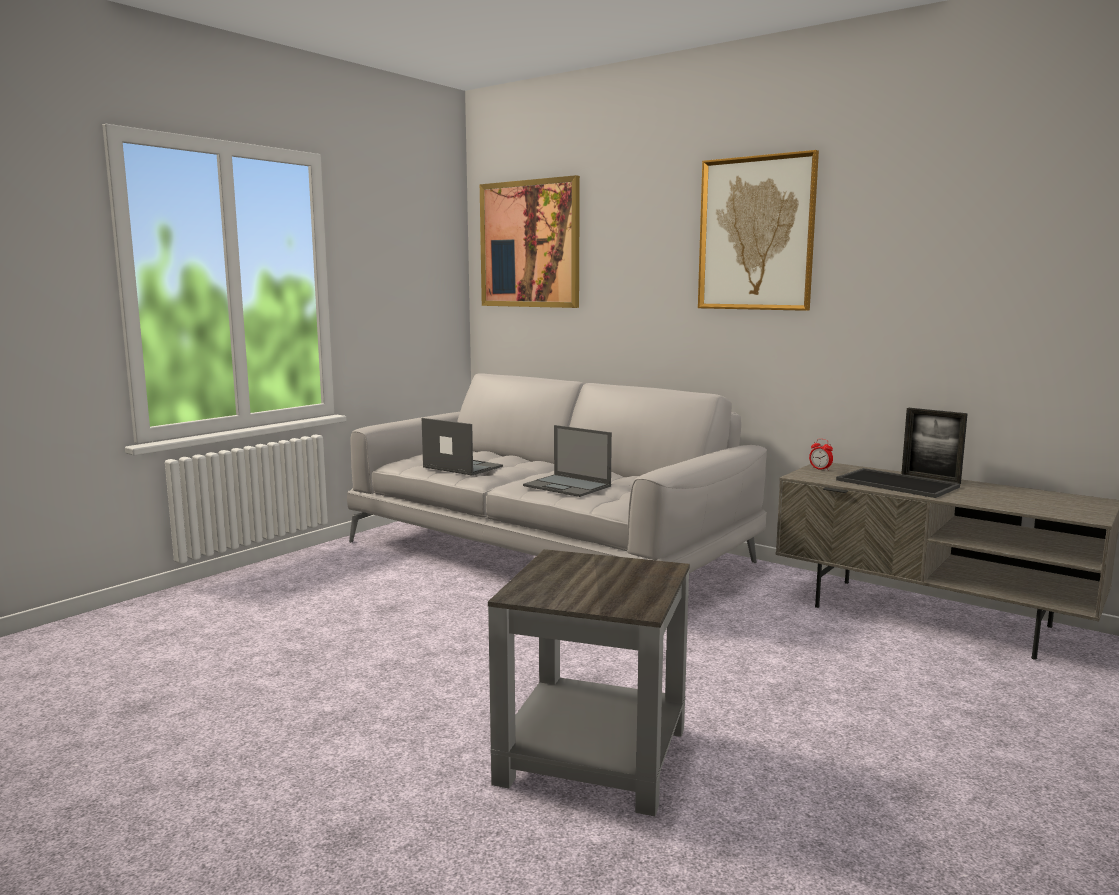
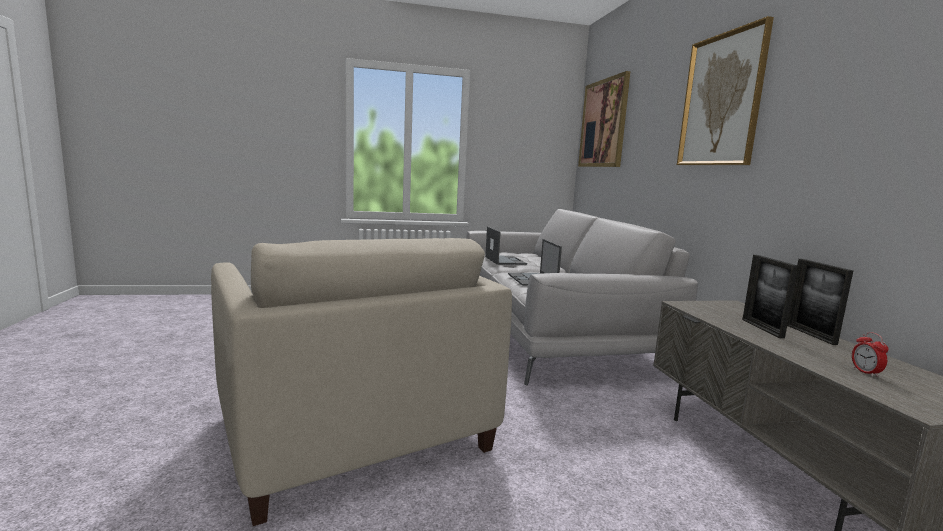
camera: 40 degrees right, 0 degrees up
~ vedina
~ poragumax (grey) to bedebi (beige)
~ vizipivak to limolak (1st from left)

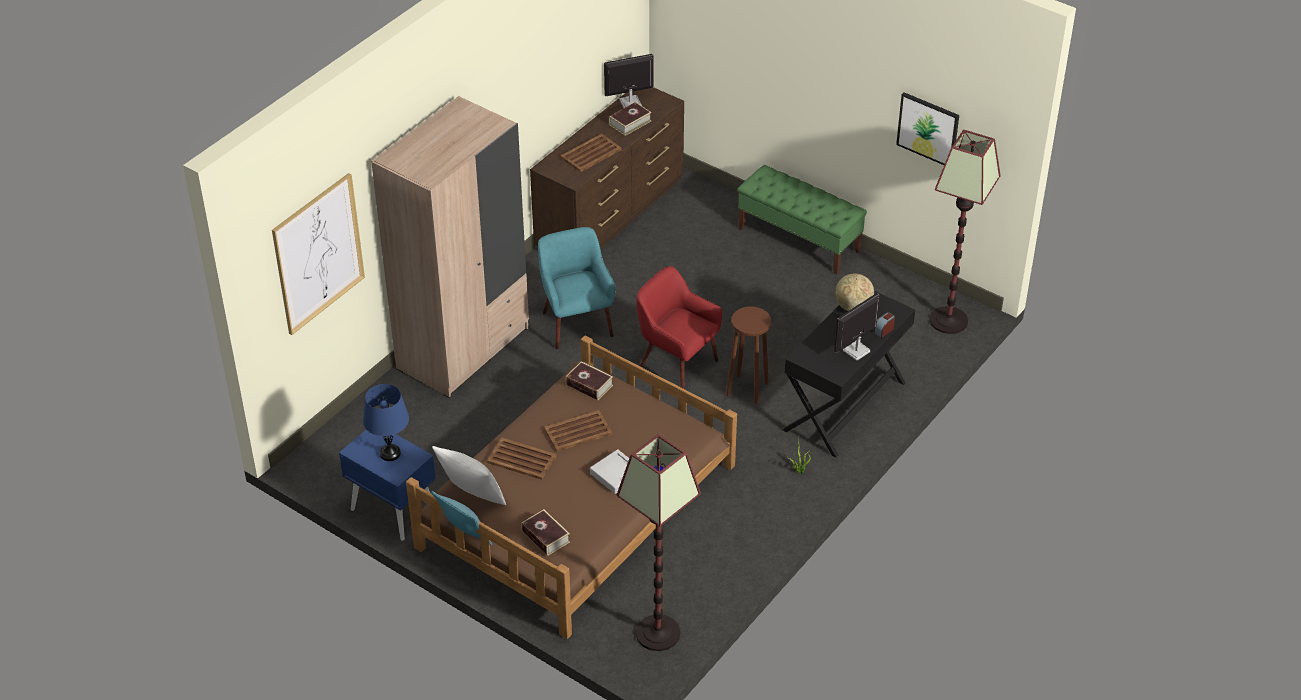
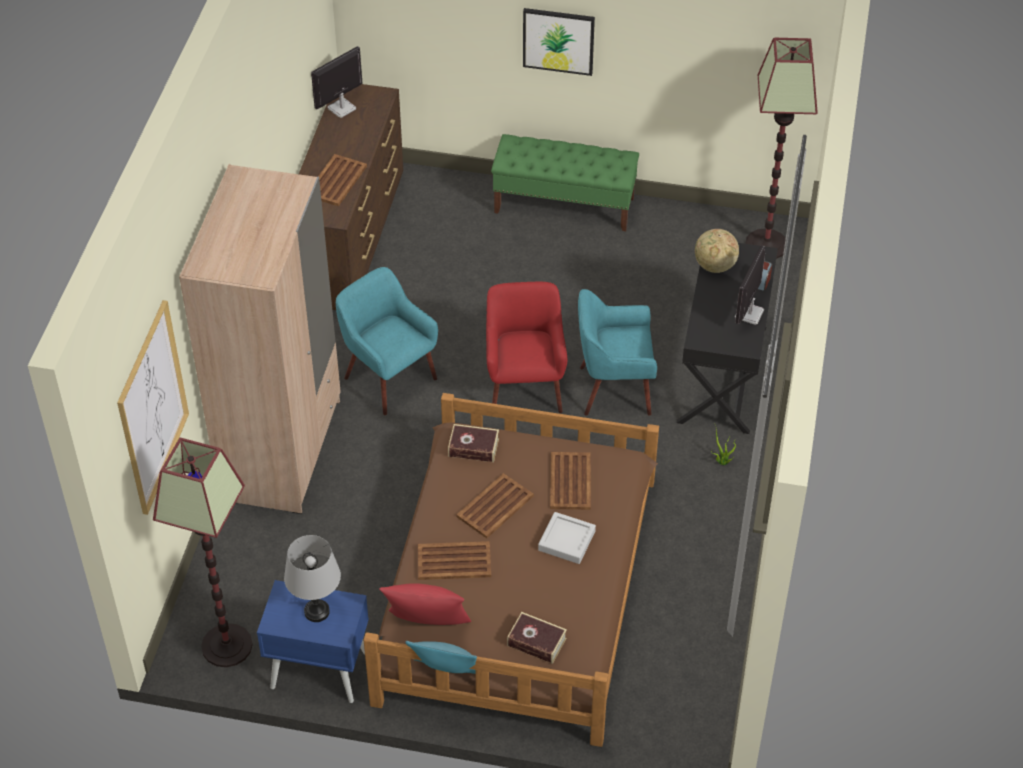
camera: 25 degrees left, 5 degrees up
- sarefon (3rd from left)
+ vizipivak (brown) (4th from left)
~ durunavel (1st from left)
~ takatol (2nd from left)
~ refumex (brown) to bedebi (turquoise) (2nd from left)
~ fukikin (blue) to fukikin (grey)
~ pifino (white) to pifino (red)
~ bedebi (red) 75 degrees clockwise

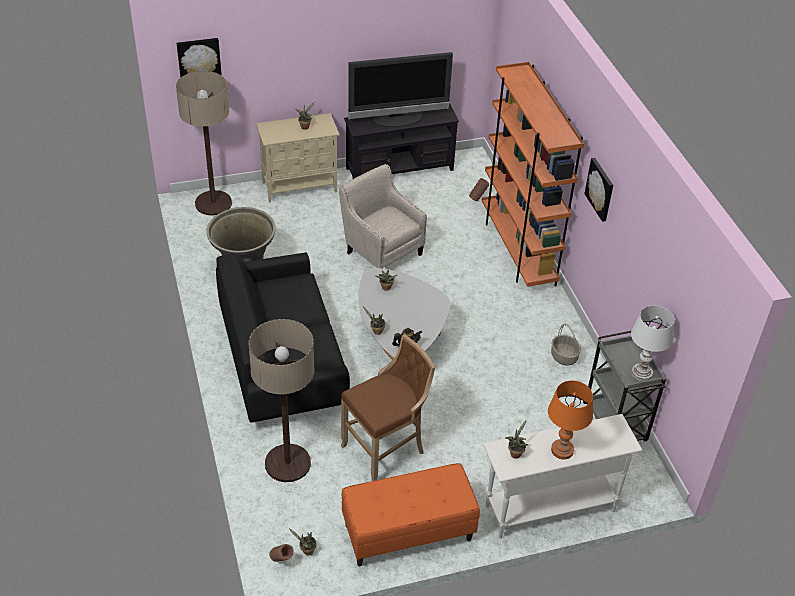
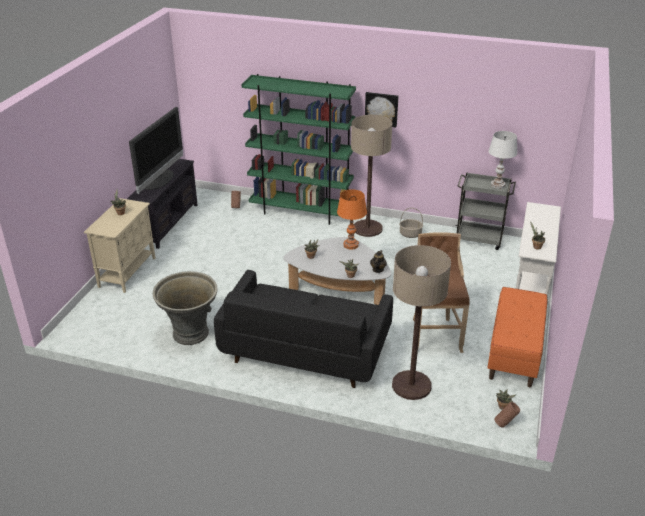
camera: 55 degrees left, 10 degrees down
- takatol (1st from left)
- bedebi (beige)
~ durunavel (1st from left)
~ fukikin (orange)
~ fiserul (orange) to fiserul (green)

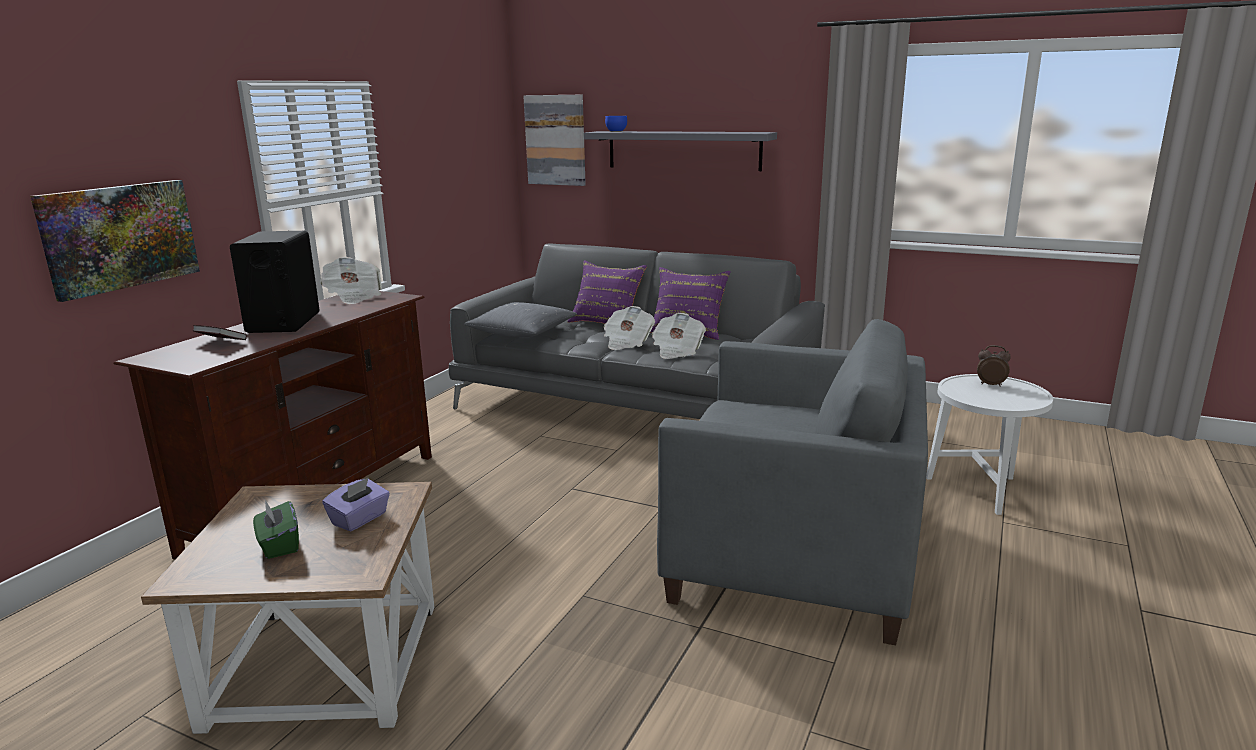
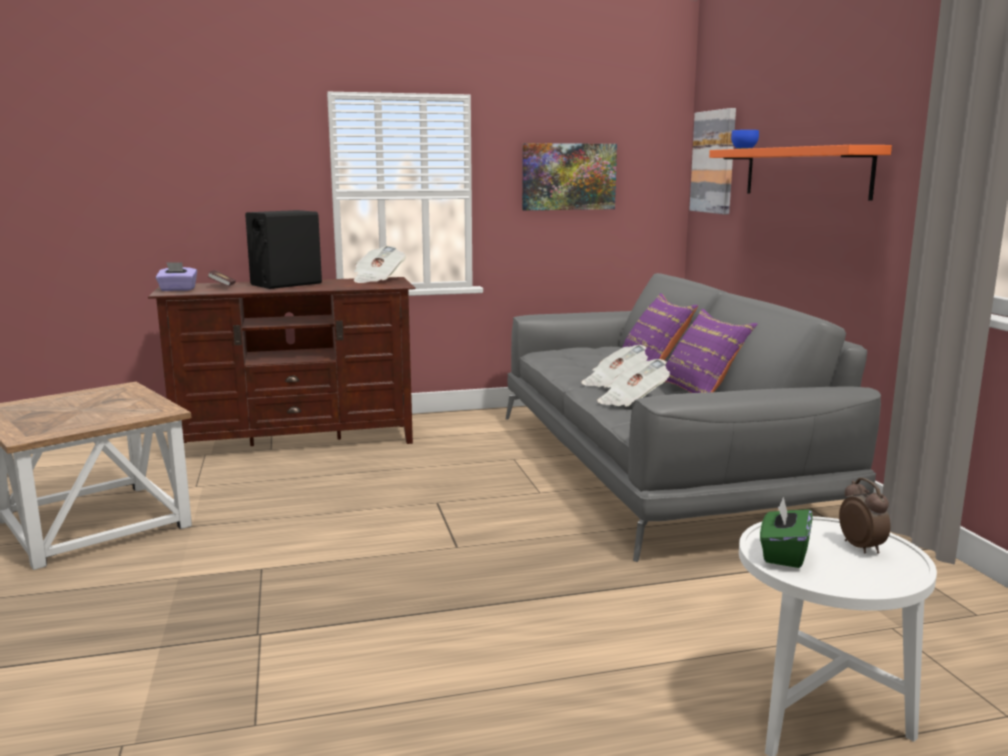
camera: 50 degrees right, 5 degrees down
- pifino (grey)
- bedebi (grey)
~ takatol (1st from left)
~ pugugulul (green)
~ pugugulul (purple)
~ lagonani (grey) to lagonani (orange)

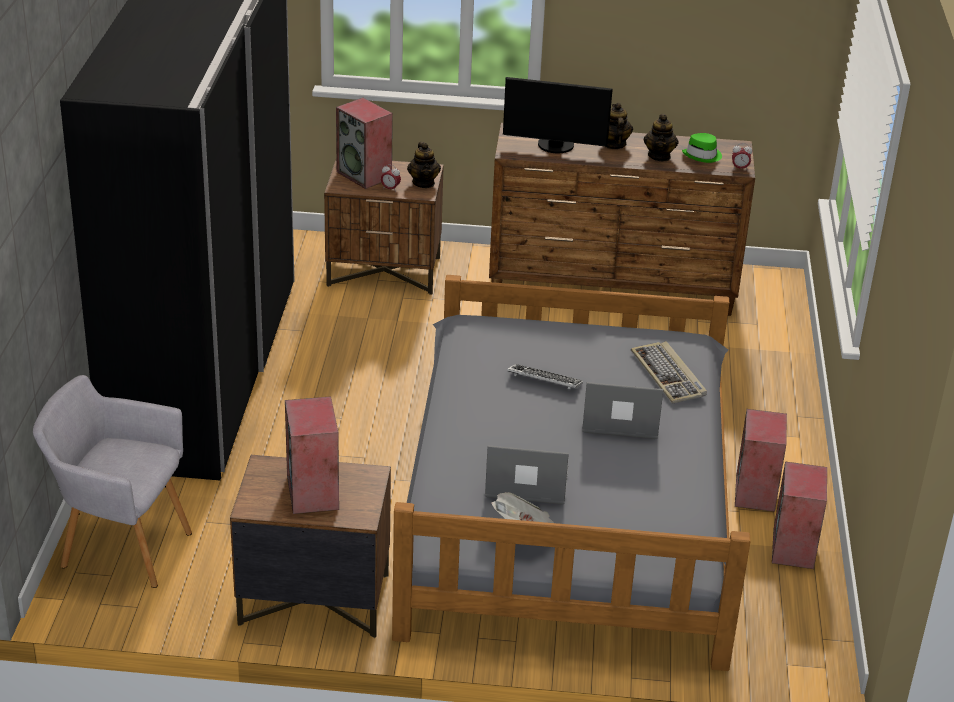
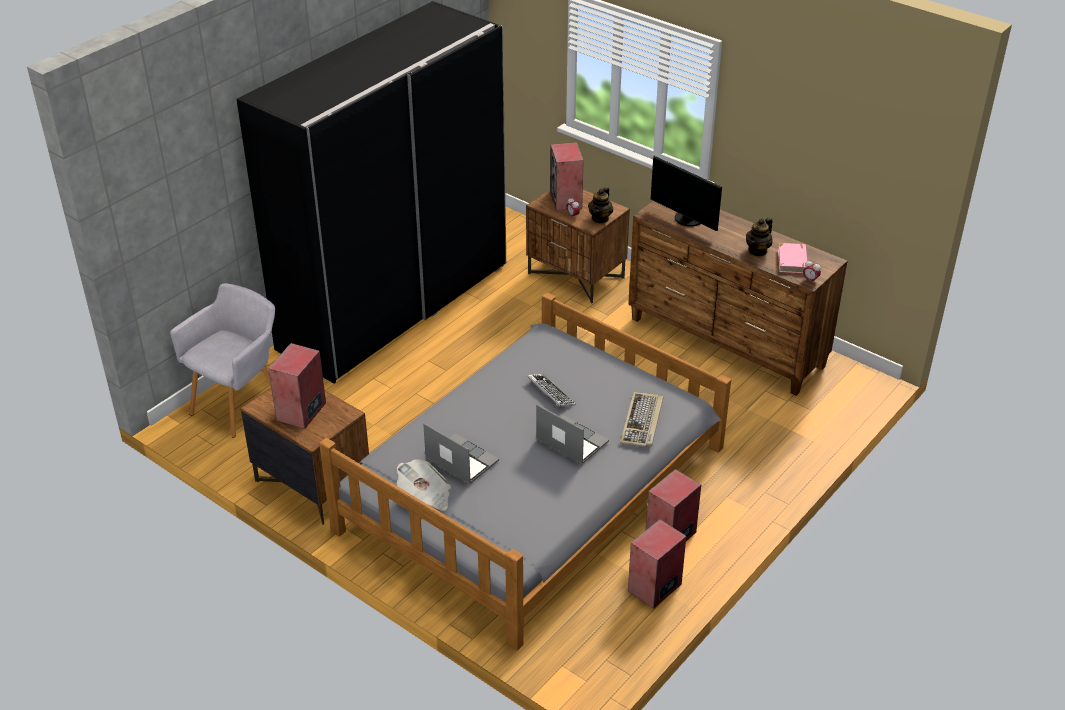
camera: 35 degrees right, 5 degrees up
- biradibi (2nd from left)
~ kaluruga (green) to sarefon (pink)
~ bedebi (grey) 75 degrees clockwise

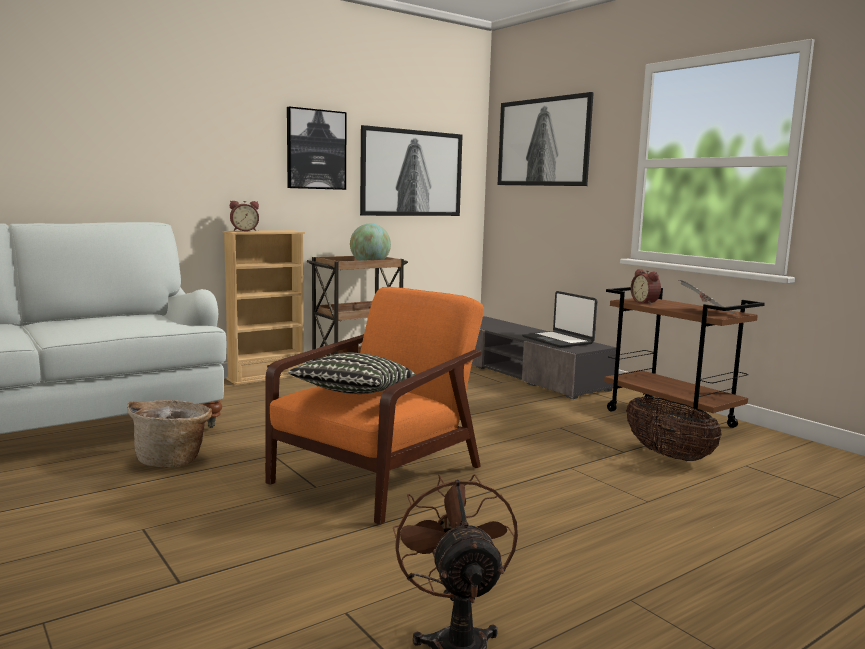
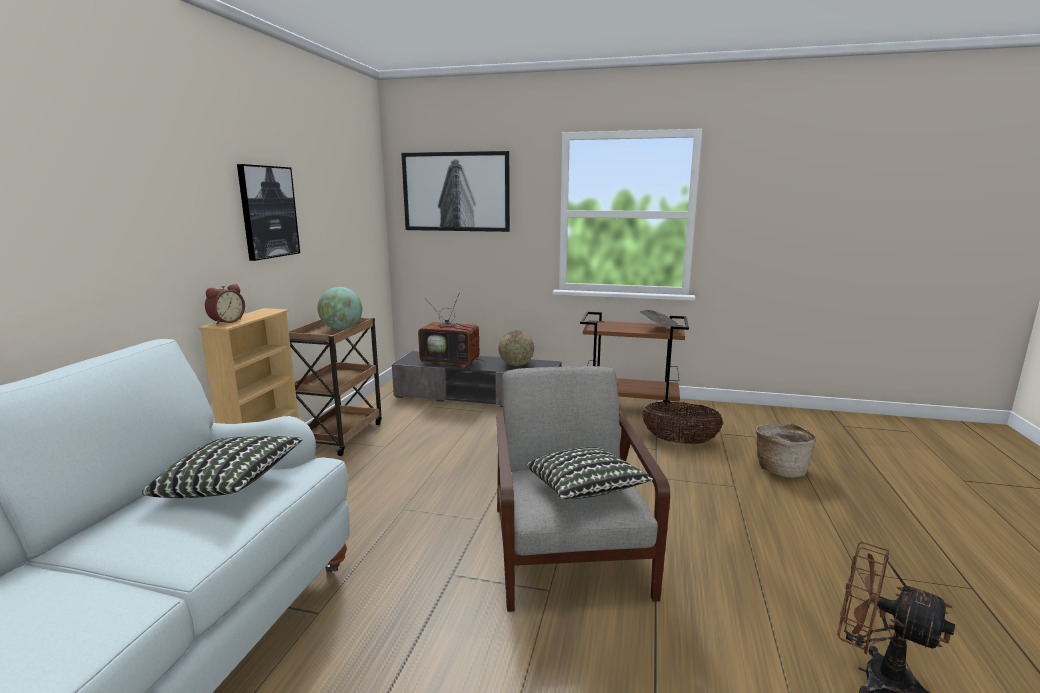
camera: 40 degrees left, 5 degrees up
- takatol (2nd from left)
- vedina (2nd from left)
+ pifino (1st from left)
+ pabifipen
~ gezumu (1st from left in the first image) to gezumu (2nd from left)
~ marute to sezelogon (2nd from left)
~ bedebi (orange) to bedebi (grey)

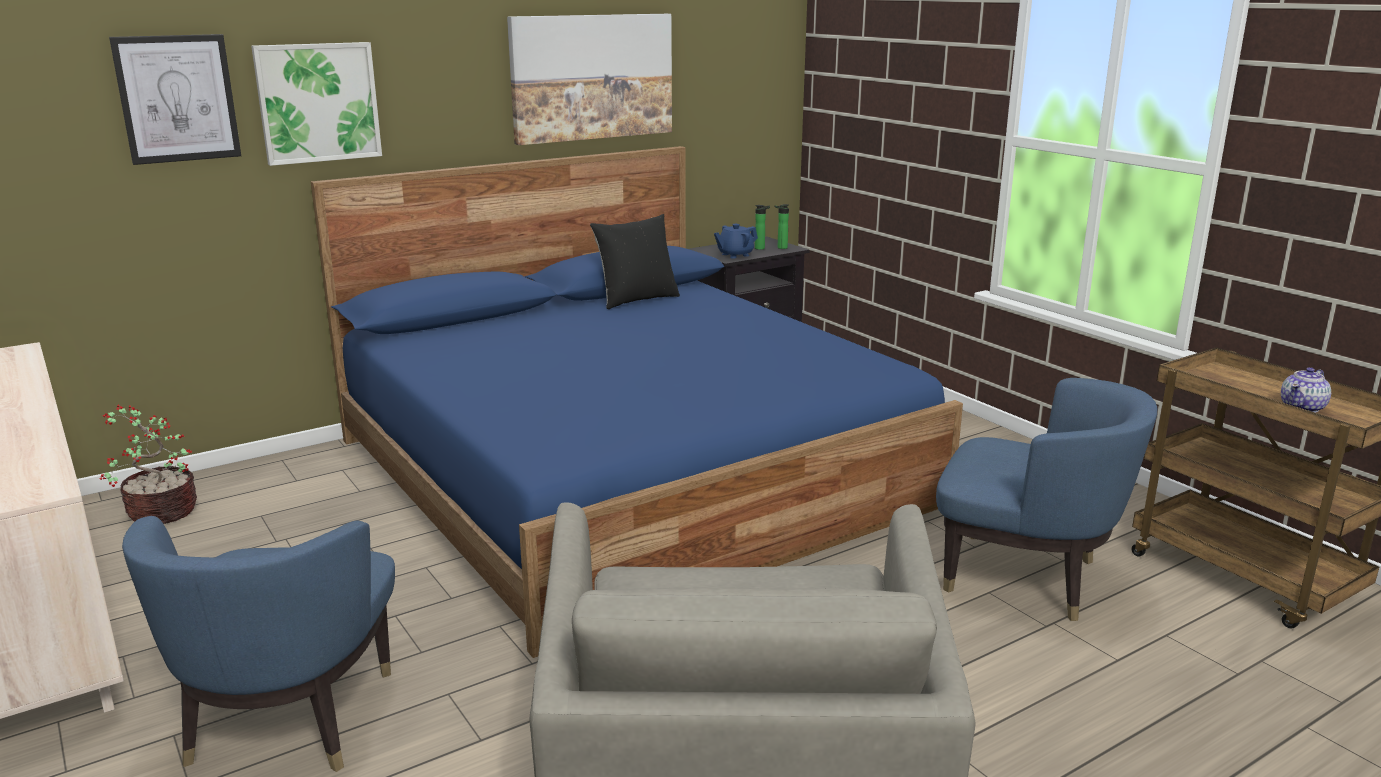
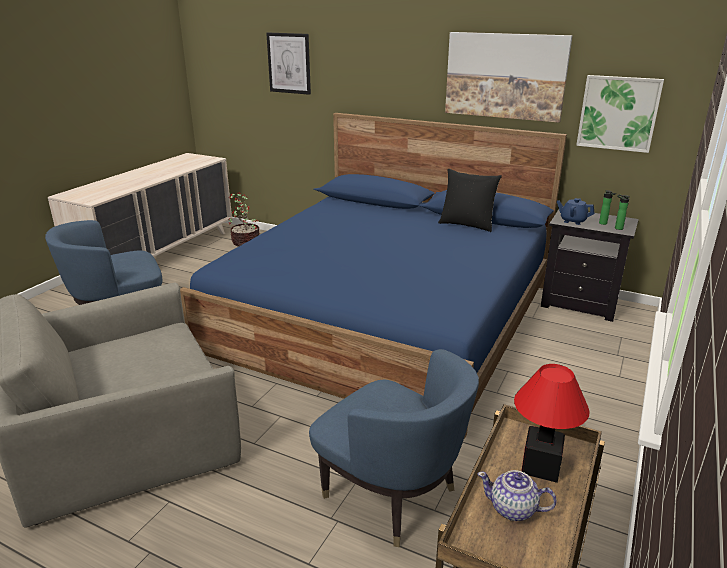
camera: 60 degrees right, 5 degrees up
+ fukikin
~ takatol (2nd from left in the first image) to takatol (3rd from left)
~ bedebi (blue) (2nd from left) 45 degrees counterclockwise

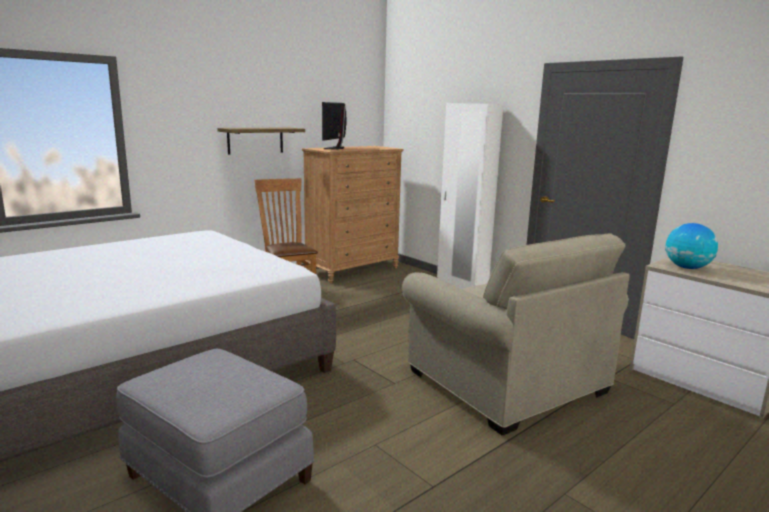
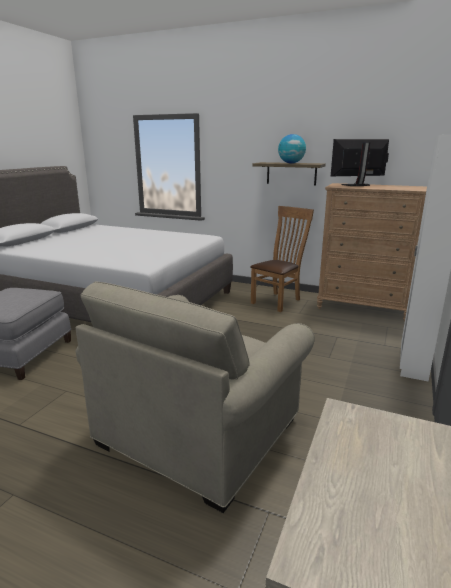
camera: 65 degrees right, 5 degrees up
~ sezelogon

